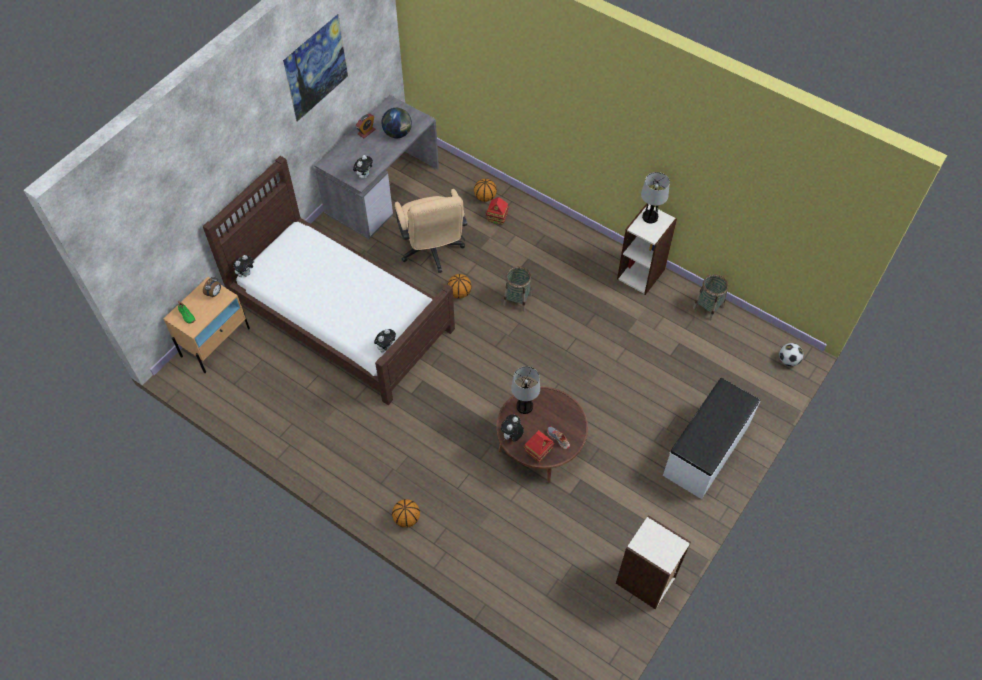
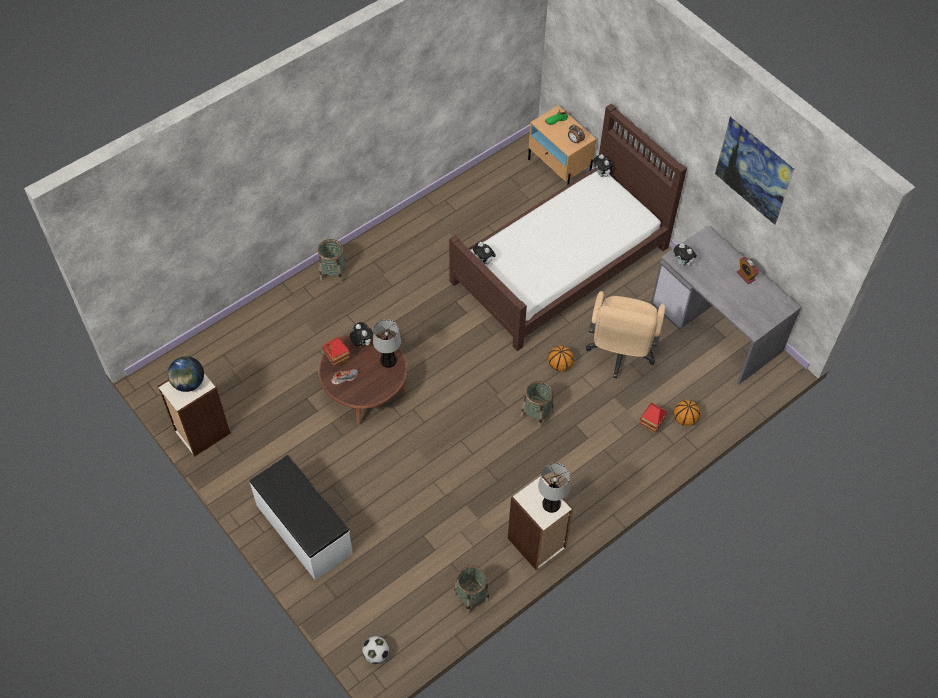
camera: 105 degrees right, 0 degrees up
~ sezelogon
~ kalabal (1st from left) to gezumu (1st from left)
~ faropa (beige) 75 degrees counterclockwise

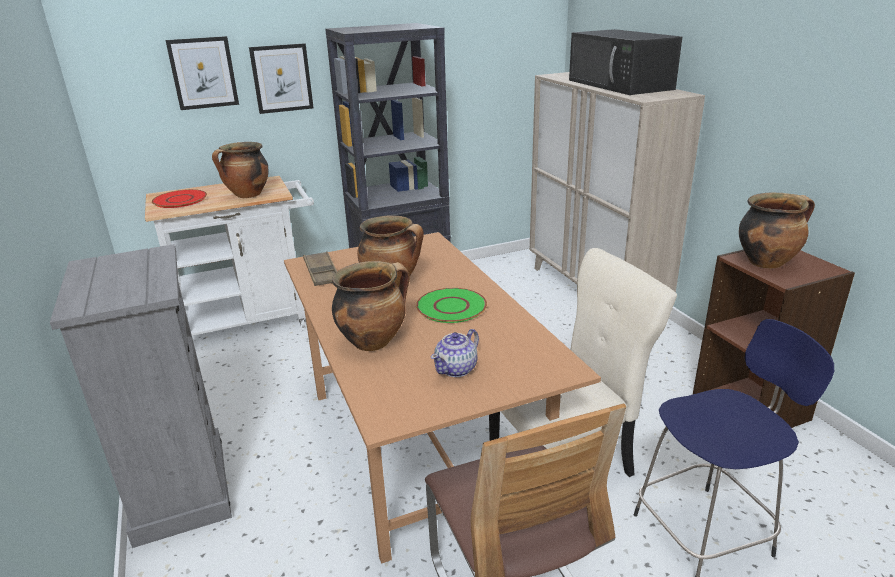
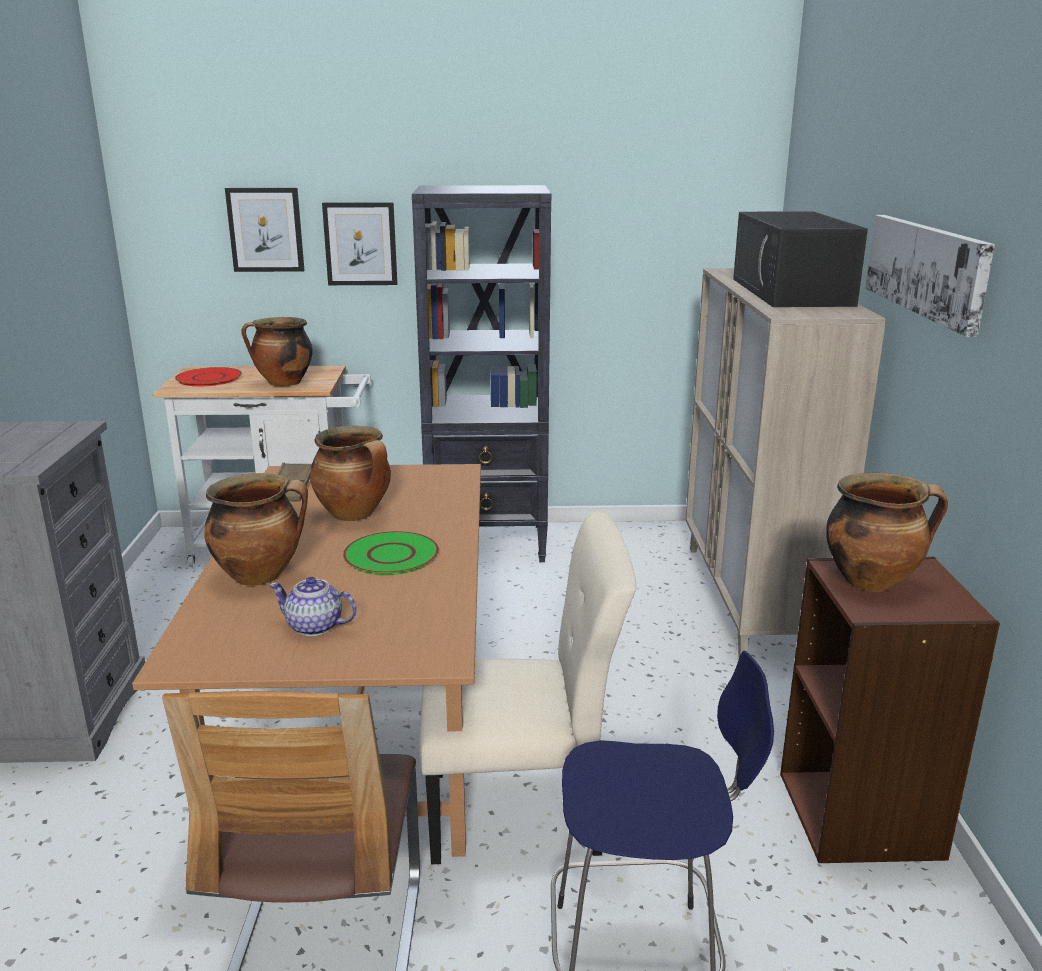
camera: 20 degrees right, 5 degrees down
+ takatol (3rd from left)
~ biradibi 45 degrees clockwise

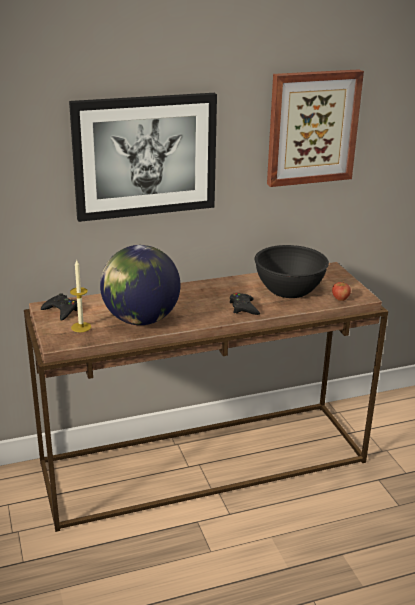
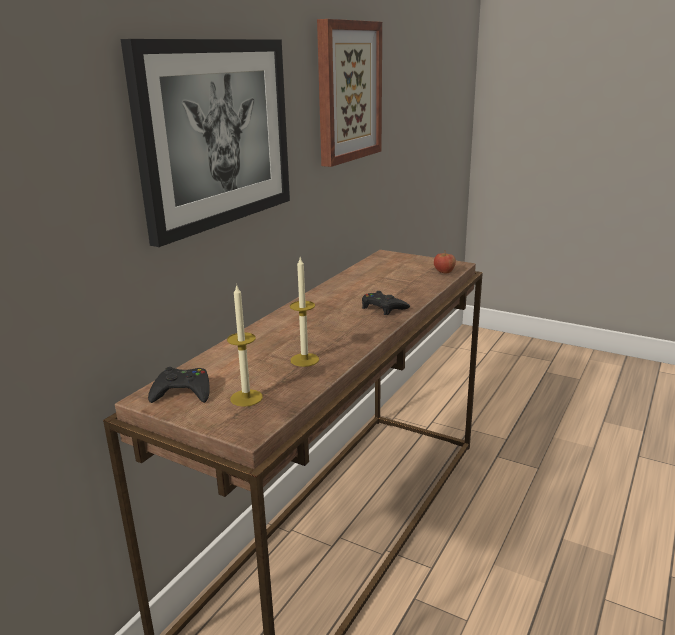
camera: 40 degrees left, 5 degrees down
- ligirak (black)
~ sezelogon to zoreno (2nd from left)

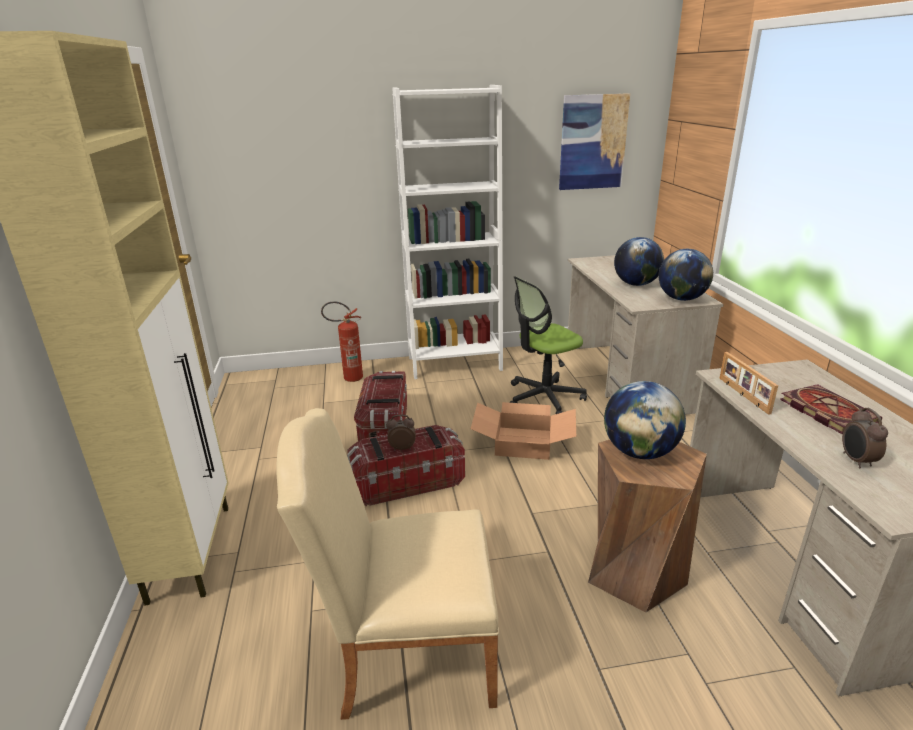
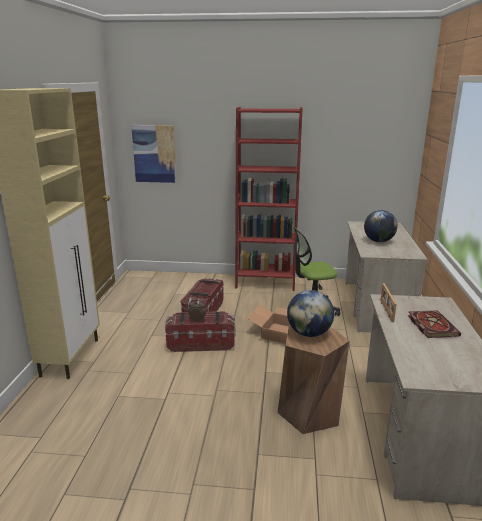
camera: 15 degrees right, 5 degrees down
- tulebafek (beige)
- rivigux
- sezelogon (3rd from left)
- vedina (2nd from left)
~ takatol
~ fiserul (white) to fiserul (red)

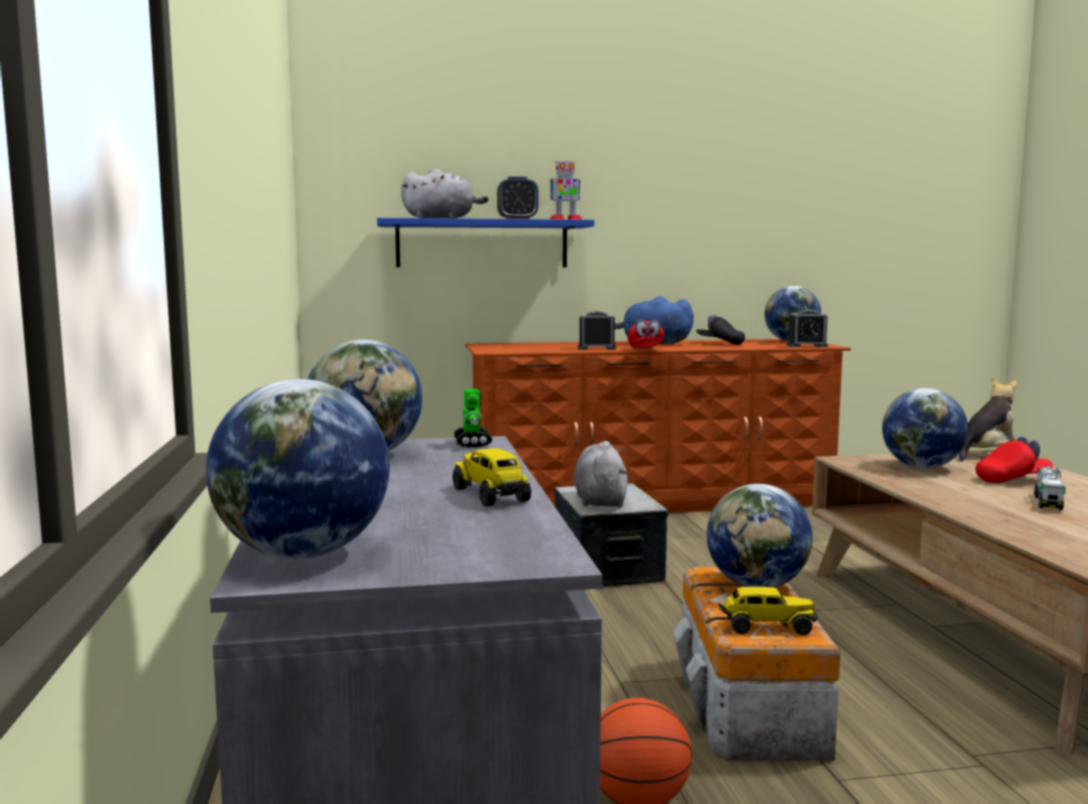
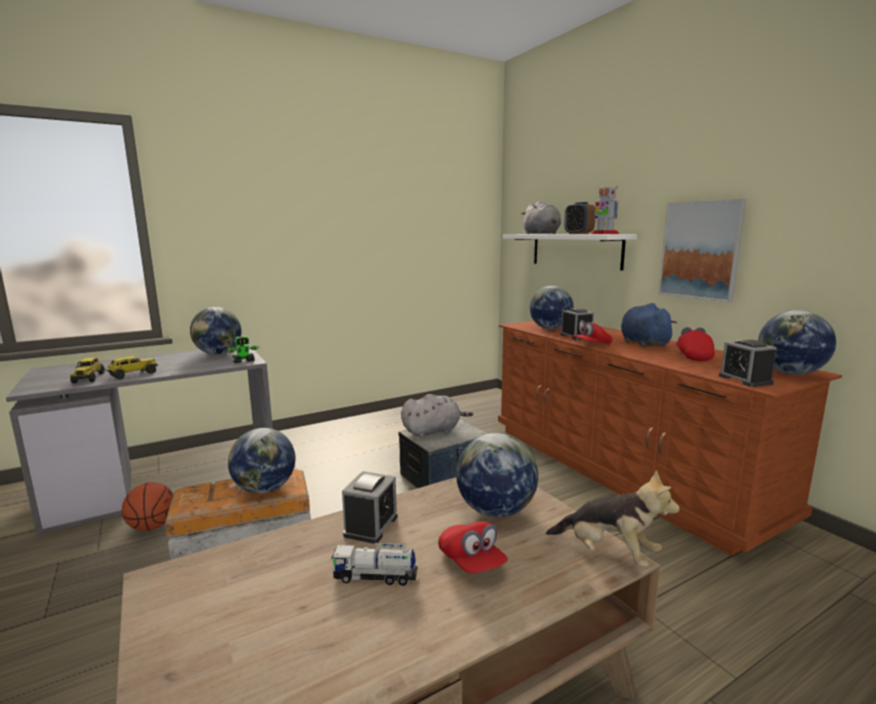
camera: 70 degrees right, 5 degrees up
+ vedina (1st from left)
+ takatol
~ sezelogon (1st from left in the first image) to sezelogon (4th from left)
~ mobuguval (2nd from left in the first image) to mobuguval (1st from left)
~ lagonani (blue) to lagonani (white)
~ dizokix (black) to dizokix (red) (3rd from left)

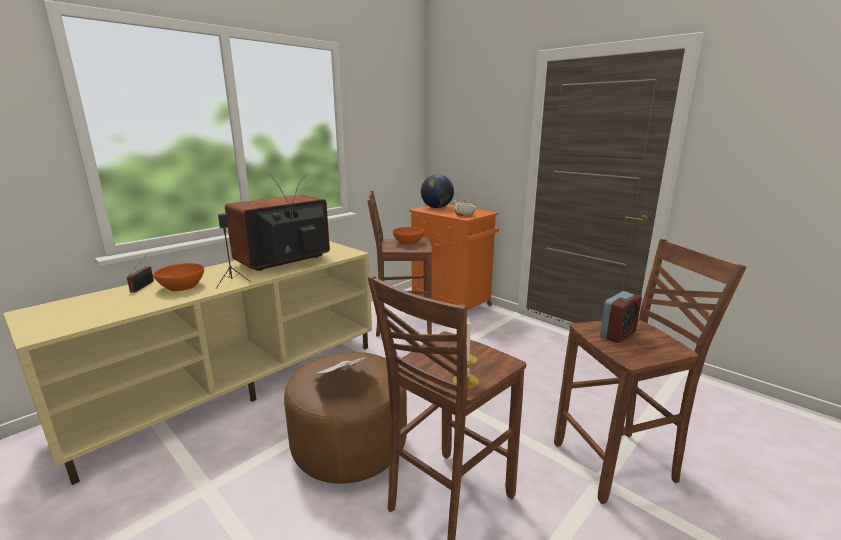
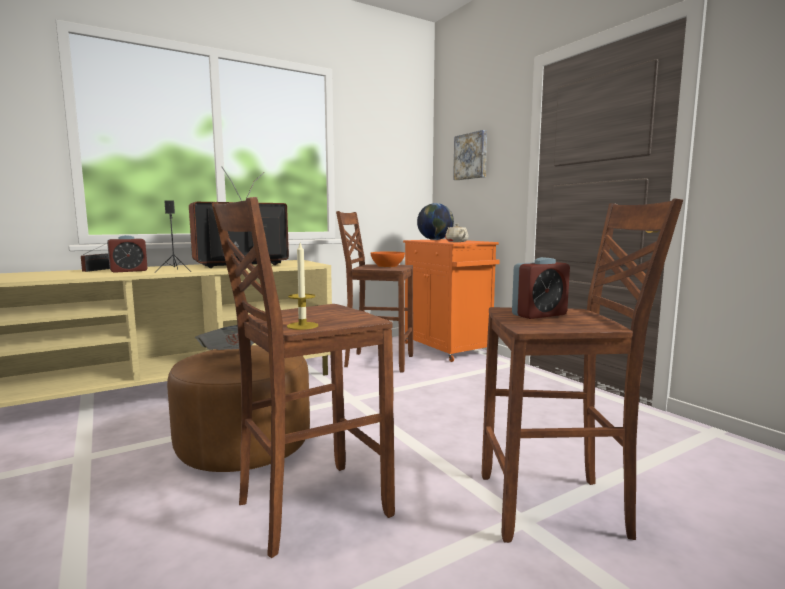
camera: 15 degrees right, 10 degrees down
+ takatol
~ ligirak (orange) (1st from left) to vedina (1st from left)

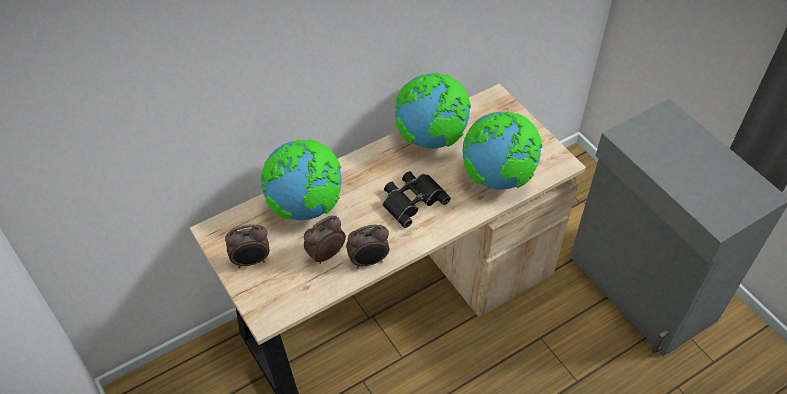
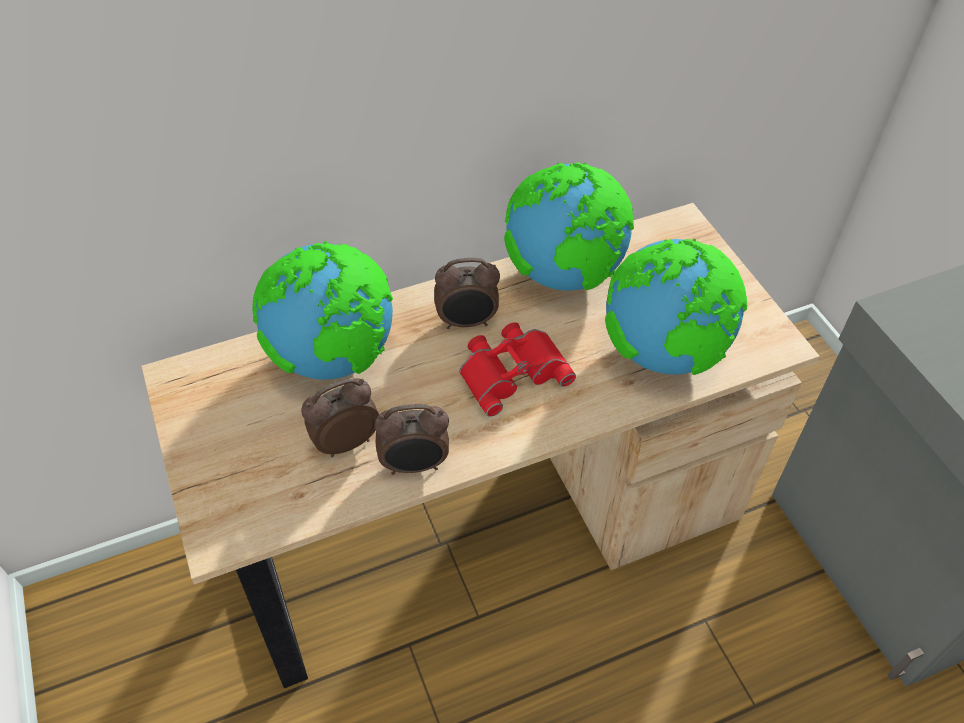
camera: 10 degrees right, 0 degrees up
~ vedina (1st from left in the first image) to vedina (3rd from left)
~ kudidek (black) to kudidek (red)

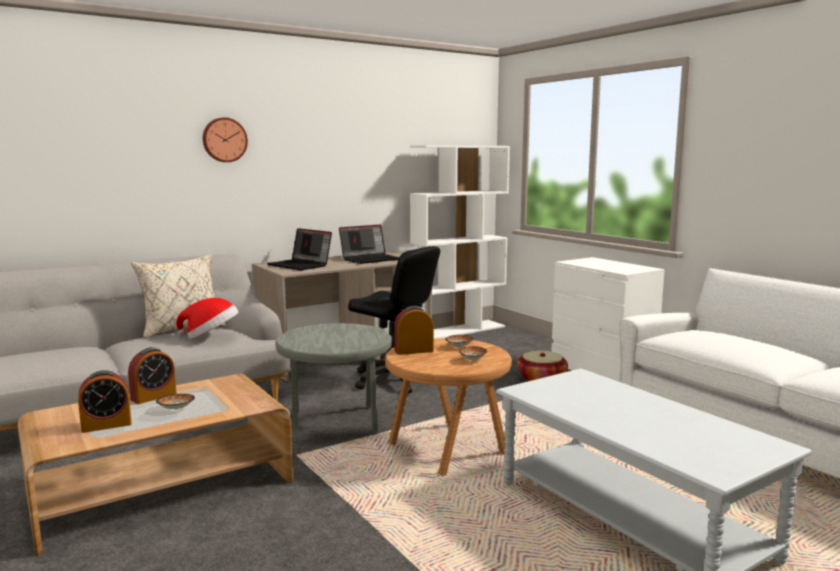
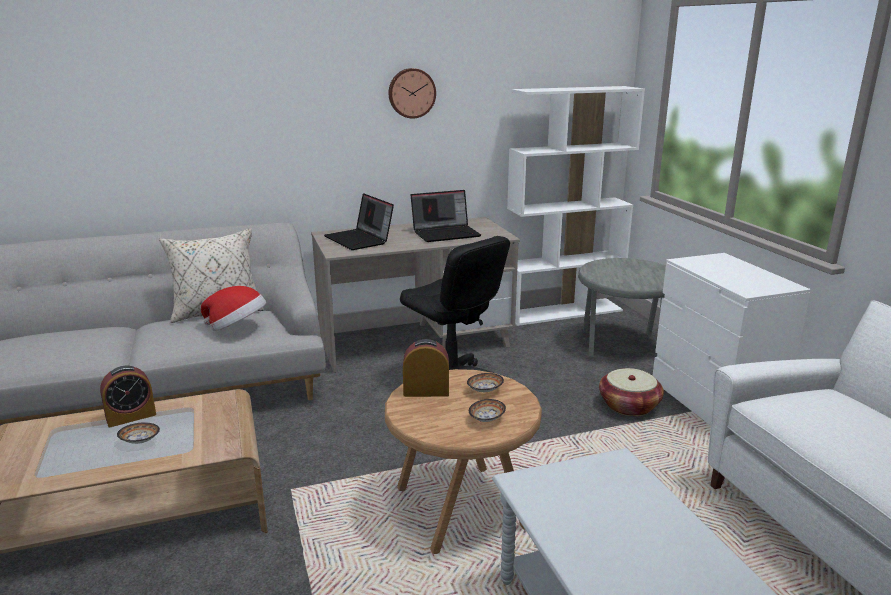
camera: 15 degrees right, 10 degrees up
- vedina (1st from left)
~ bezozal
~ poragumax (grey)

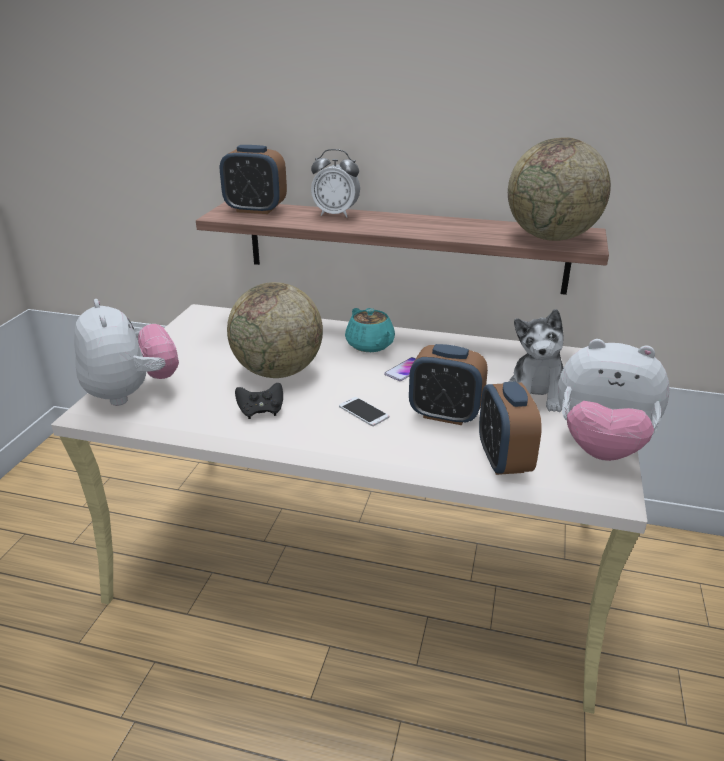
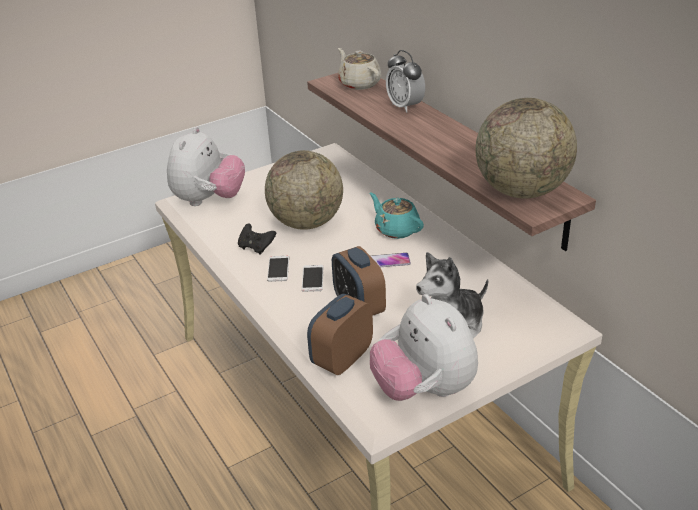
camera: 45 degrees right, 5 degrees up
+ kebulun (1st from left)
~ vedina (1st from left) to biradibi (beige)
~ biradibi (turquoise) 120 degrees clockwise

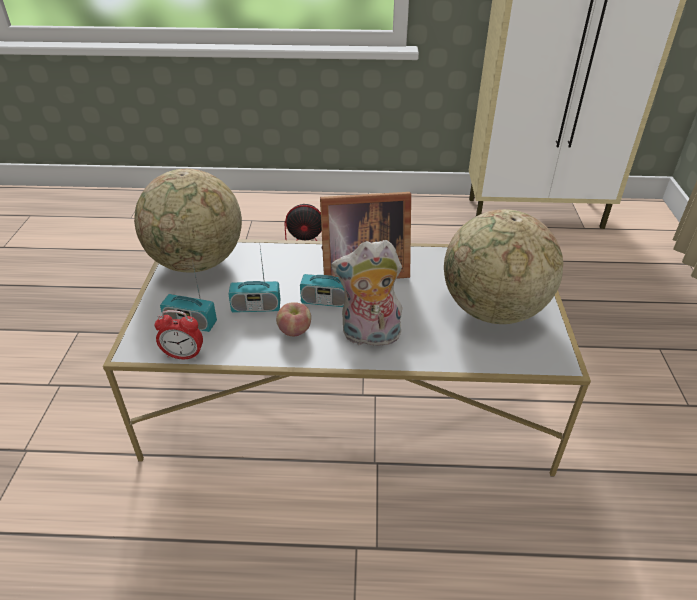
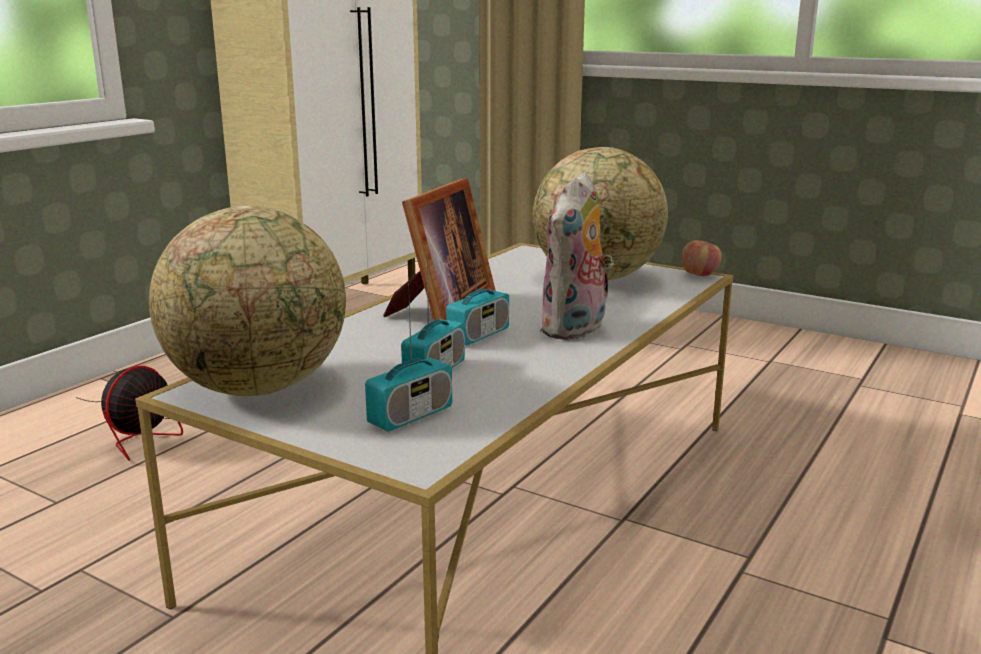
camera: 60 degrees left, 20 degrees down
- vedina
~ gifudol

